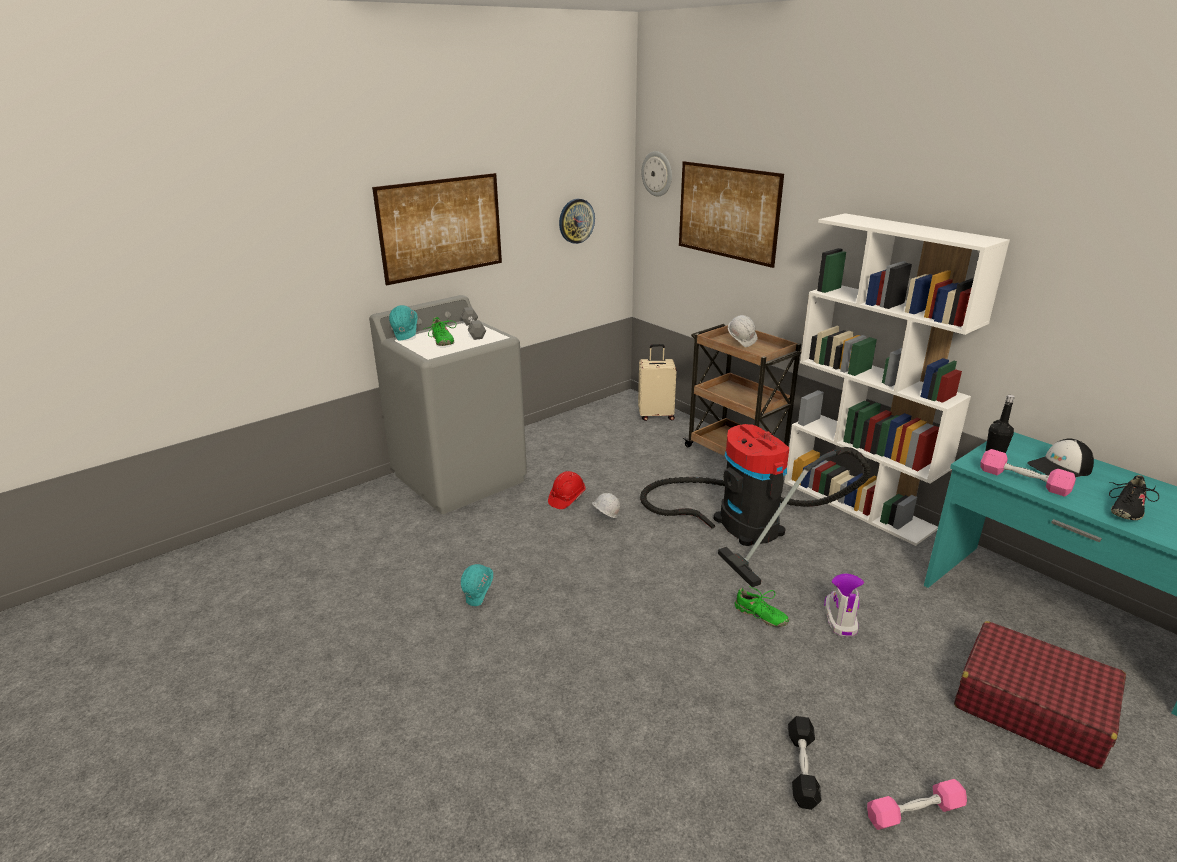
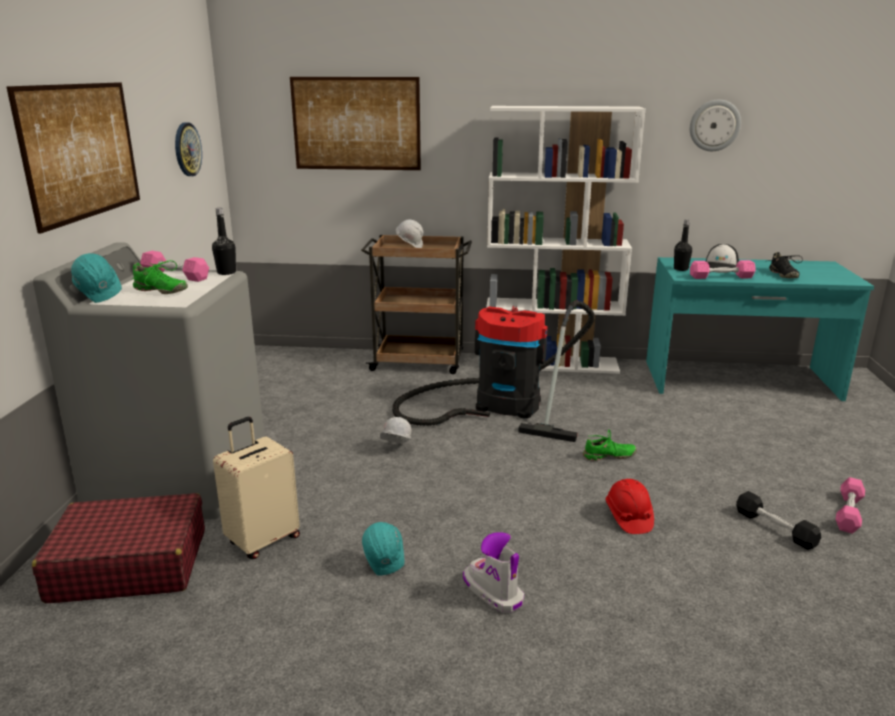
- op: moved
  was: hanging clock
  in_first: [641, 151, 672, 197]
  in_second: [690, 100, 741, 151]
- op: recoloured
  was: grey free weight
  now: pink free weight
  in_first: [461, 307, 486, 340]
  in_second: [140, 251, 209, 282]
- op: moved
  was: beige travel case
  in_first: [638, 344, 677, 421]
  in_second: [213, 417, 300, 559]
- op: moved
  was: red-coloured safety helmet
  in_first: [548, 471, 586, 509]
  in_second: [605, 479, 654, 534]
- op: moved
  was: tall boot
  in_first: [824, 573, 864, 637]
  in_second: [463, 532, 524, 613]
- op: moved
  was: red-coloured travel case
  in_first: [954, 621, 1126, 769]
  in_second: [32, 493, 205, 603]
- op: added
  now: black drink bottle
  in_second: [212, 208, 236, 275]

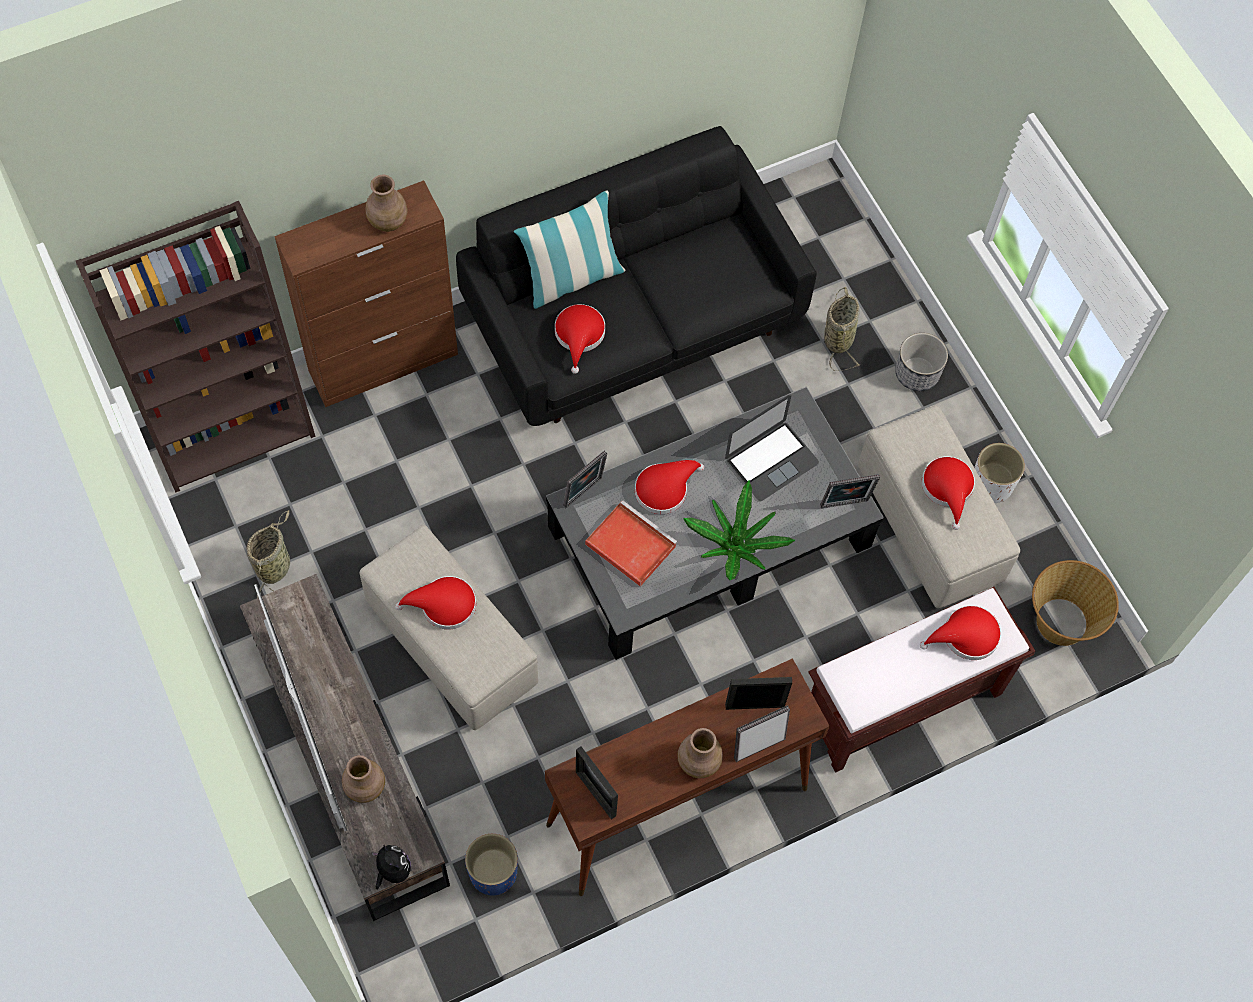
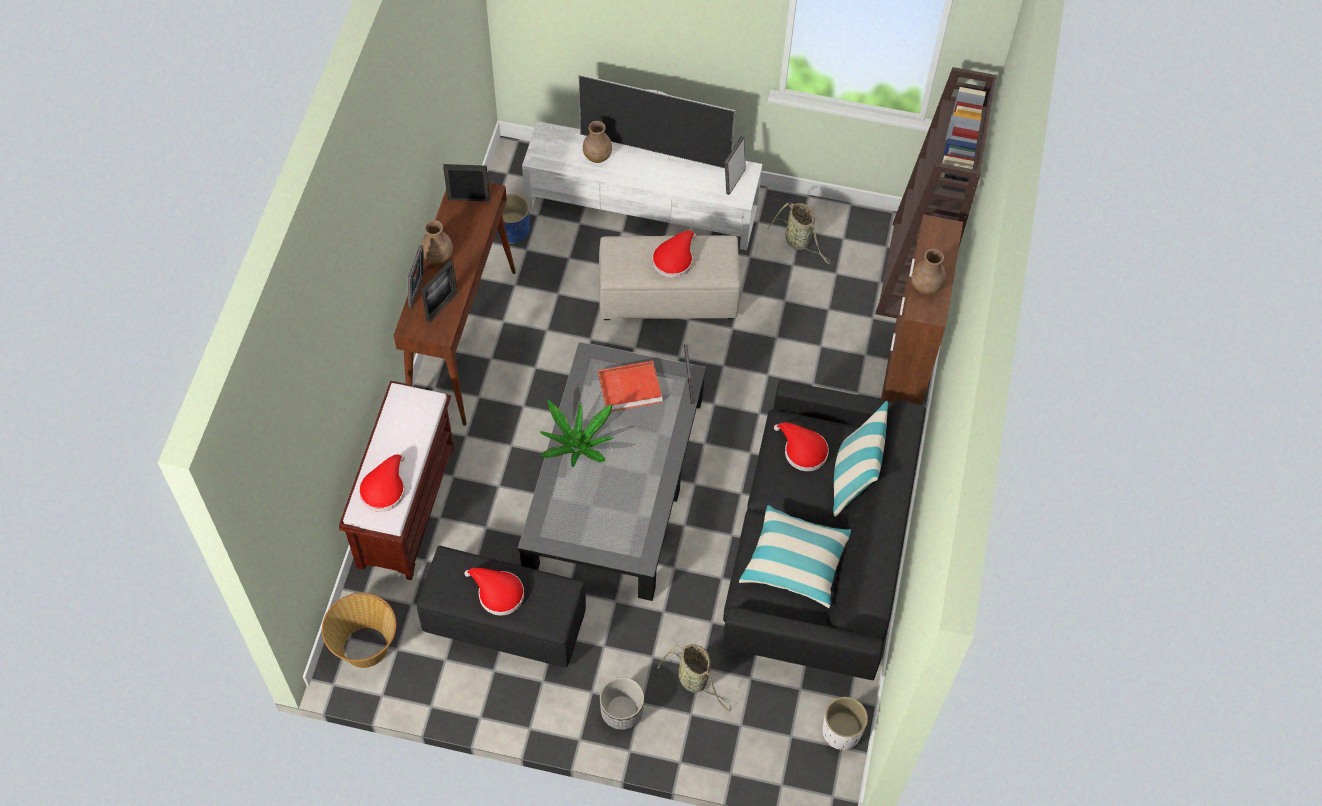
- op: removed
  was: portable computer
  in_first: [725, 395, 819, 501]
- op: recoloured
  was: beige pouffe
  now: black pouffe
  in_first: [858, 406, 1020, 608]
  in_second: [417, 546, 586, 667]
- op: moved
  was: white flower pot
  in_first: [974, 443, 1025, 503]
  in_second: [822, 697, 868, 750]
- op: removed
  was: red-coloured wearable hat
  in_first: [635, 460, 704, 514]
- op: moved
  was: standing frame
  in_first: [820, 474, 880, 508]
  in_second: [725, 136, 746, 195]
- op: recoloured
  was: brownish media console
  now: white media console
  in_first: [240, 574, 450, 921]
  in_second: [522, 121, 762, 250]
- op: removed
  was: plush toy
  in_first: [372, 845, 411, 889]
- op: added
  now: throw pillow
  in_second: [739, 505, 851, 608]

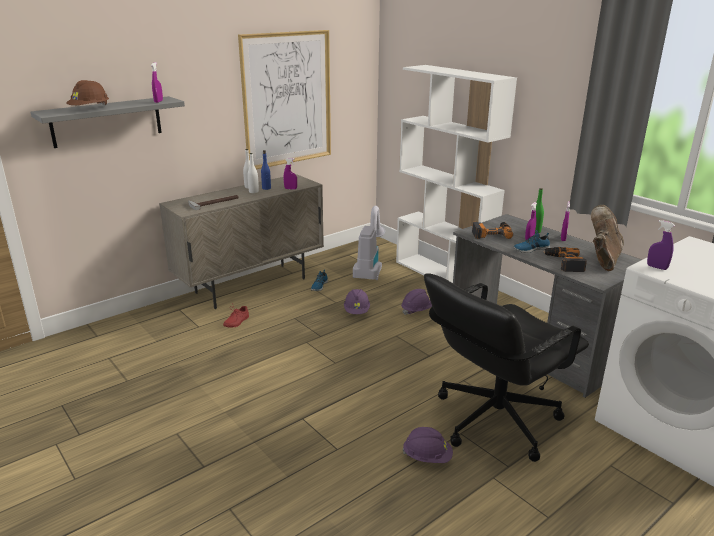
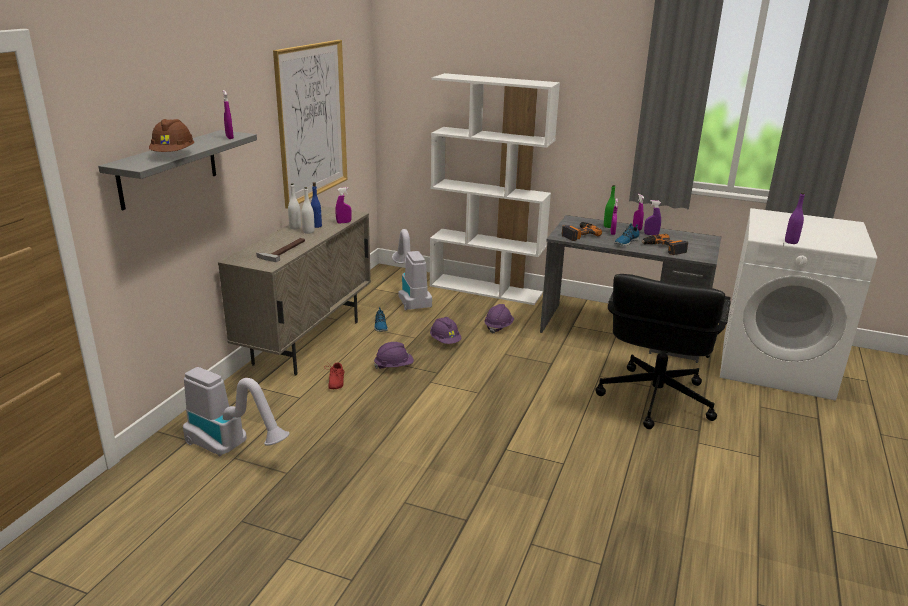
- op: removed
  was: brownish tall boot
  in_first: [591, 205, 624, 271]
- op: moved
  was: purple-coloured spray bottle
  in_first: [647, 220, 675, 270]
  in_second: [644, 200, 661, 235]
- op: moved
  was: purple-coloured safety helmet
  in_first: [402, 427, 453, 463]
  in_second: [374, 342, 414, 369]
- op: added
  now: purple-coloured drink bottle
  in_second: [785, 193, 805, 244]
- op: added
  now: vacuum
  in_second: [183, 367, 290, 456]

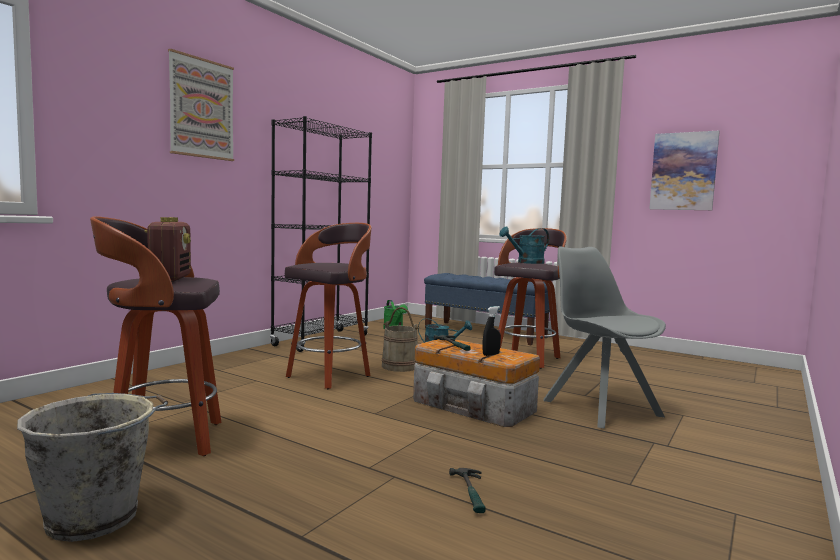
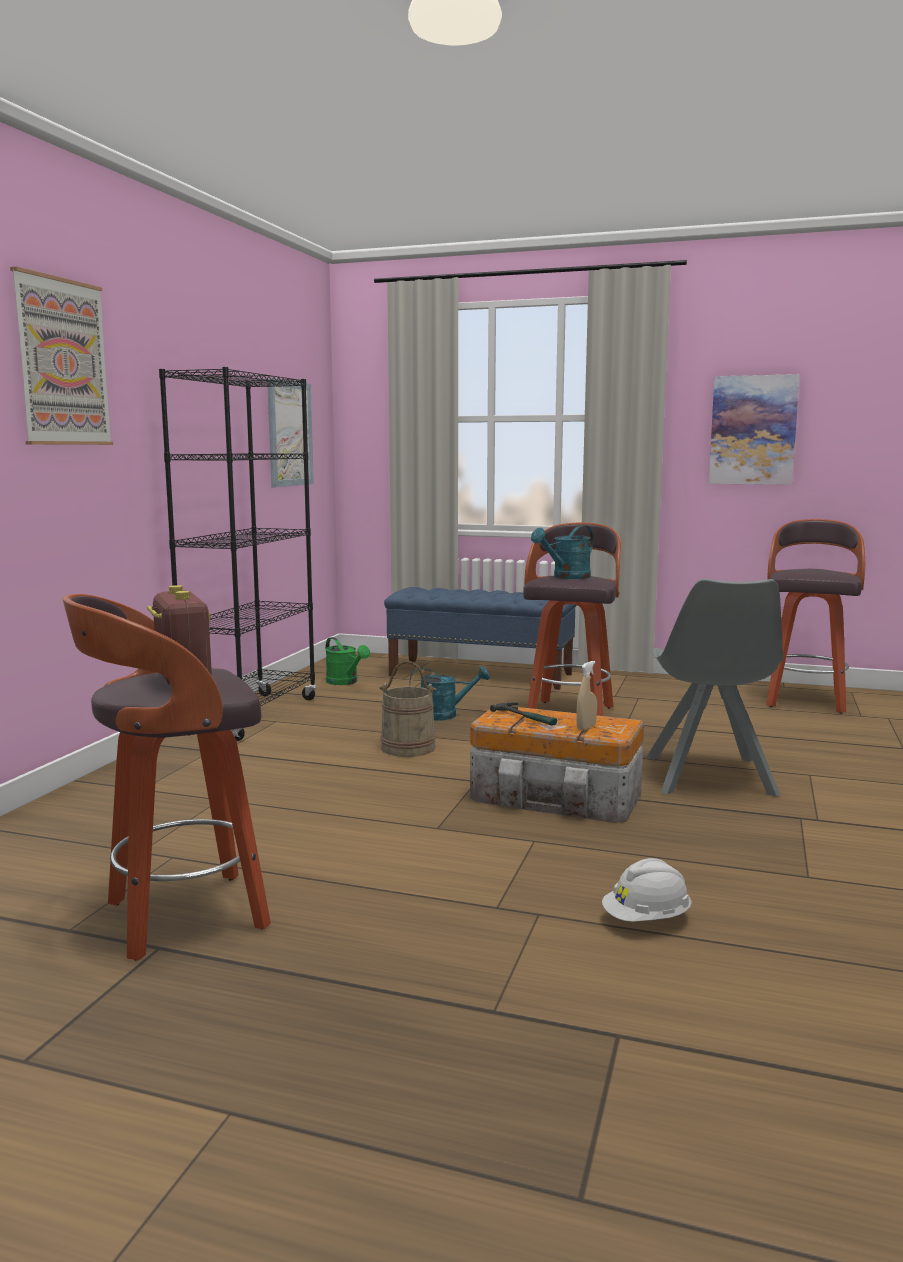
- op: moved
  was: stool seat
  in_first: [285, 223, 371, 390]
  in_second: [766, 519, 865, 714]
- op: turned
  was: grey upright chair
  in_first: [543, 246, 666, 429]
  in_second: [646, 579, 783, 797]
  clockwise: -135
- op: recoloured
  was: black spray bottle
  now: beige spray bottle
  in_first: [483, 306, 501, 356]
  in_second: [576, 661, 597, 730]
- op: removed
  was: grey pail
  in_first: [17, 393, 168, 542]
- op: replaced
  was: tool hammer
  now: white safety helmet
  in_first: [449, 468, 486, 513]
  in_second: [602, 858, 692, 922]
- op: added
  now: picture
  in_second: [267, 378, 314, 487]

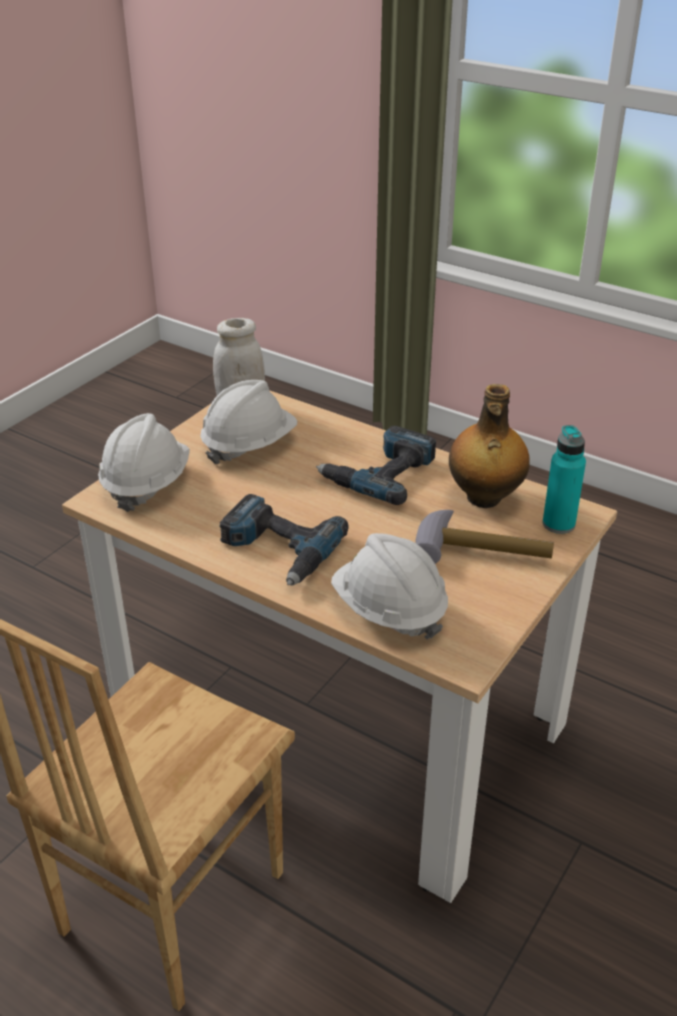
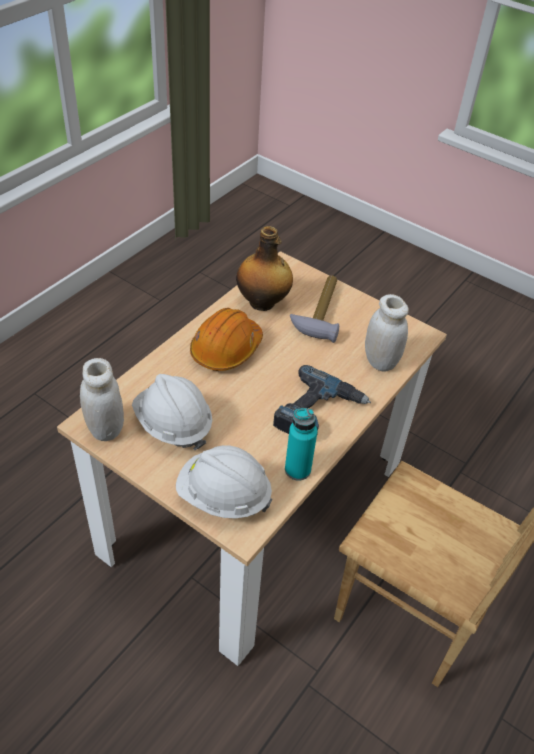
- op: moved
  was: blue-green drink bottle
  in_first: [543, 425, 586, 534]
  in_second: [285, 408, 317, 481]
- op: replaced
  was: electric drill
  now: orange safety helmet
  in_first: [316, 426, 436, 505]
  in_second: [190, 308, 263, 371]
- op: replaced
  was: white safety helmet
  now: white preserve jar
  in_first: [331, 533, 448, 640]
  in_second: [365, 294, 409, 372]

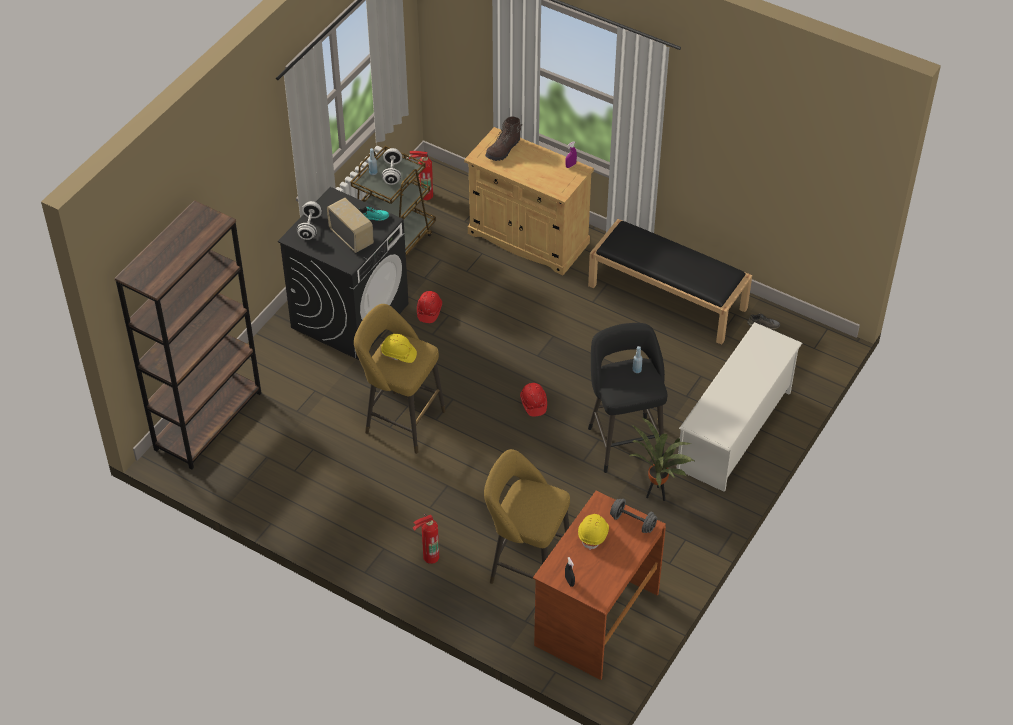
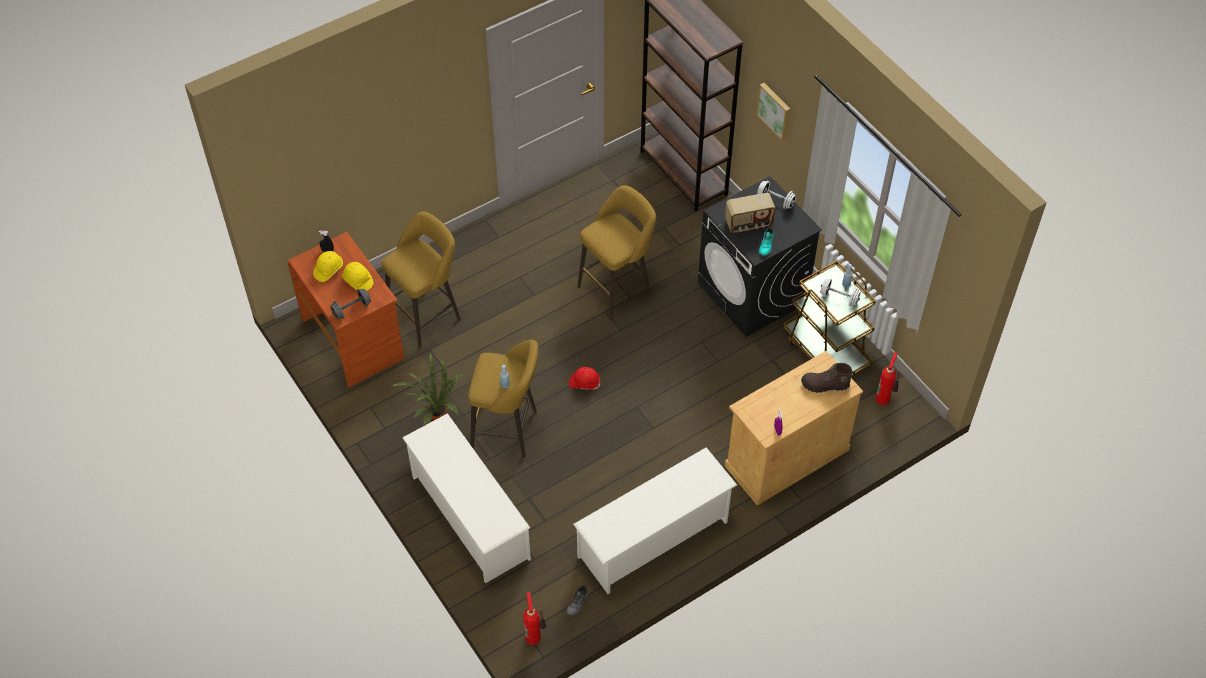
- op: turned
  was: brownish tall boot
  in_first: [485, 117, 522, 161]
  in_second: [801, 363, 852, 393]
  clockwise: -60
- op: replaced
  was: black indoor bench
  now: white shoe stand
  in_first: [588, 219, 752, 345]
  in_second: [573, 447, 737, 594]
- op: removed
  was: red-coloured safety helmet
  in_first: [417, 291, 442, 323]
- op: recoloured
  was: black stool seat
  now: yellowish stool seat
  in_first: [588, 323, 667, 473]
  in_second: [468, 340, 538, 458]
- op: moved
  was: yellowish safety helmet
  in_first: [381, 334, 417, 363]
  in_second: [313, 251, 343, 282]
- op: moved
  was: fire extinguisher
  in_first: [413, 514, 439, 564]
  in_second: [523, 592, 546, 645]
- op: added
  now: picture
  in_second: [756, 83, 790, 141]

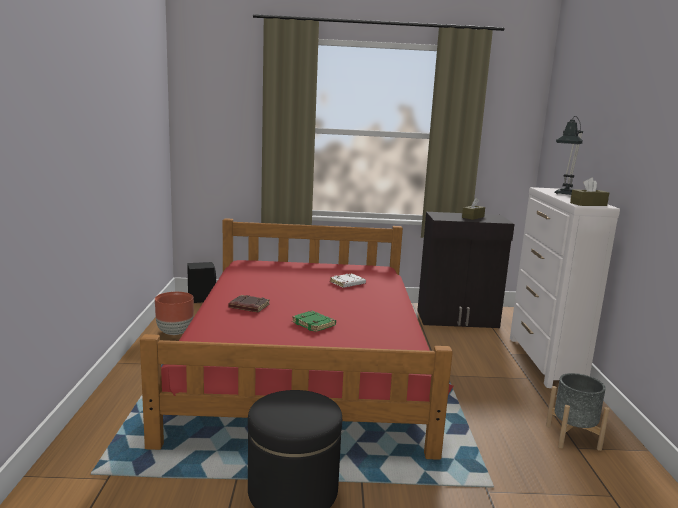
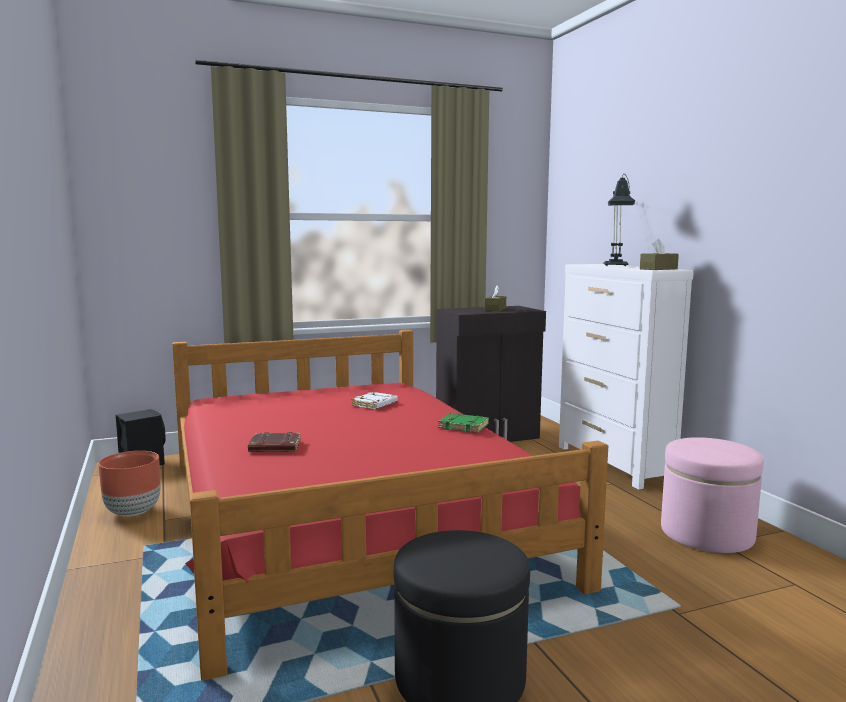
- op: moved
  was: green book
  in_first: [292, 311, 336, 332]
  in_second: [438, 413, 489, 433]
- op: replaced
  was: grey flower pot
  now: pink pouffe
  in_first: [546, 373, 610, 451]
  in_second: [661, 437, 764, 553]

